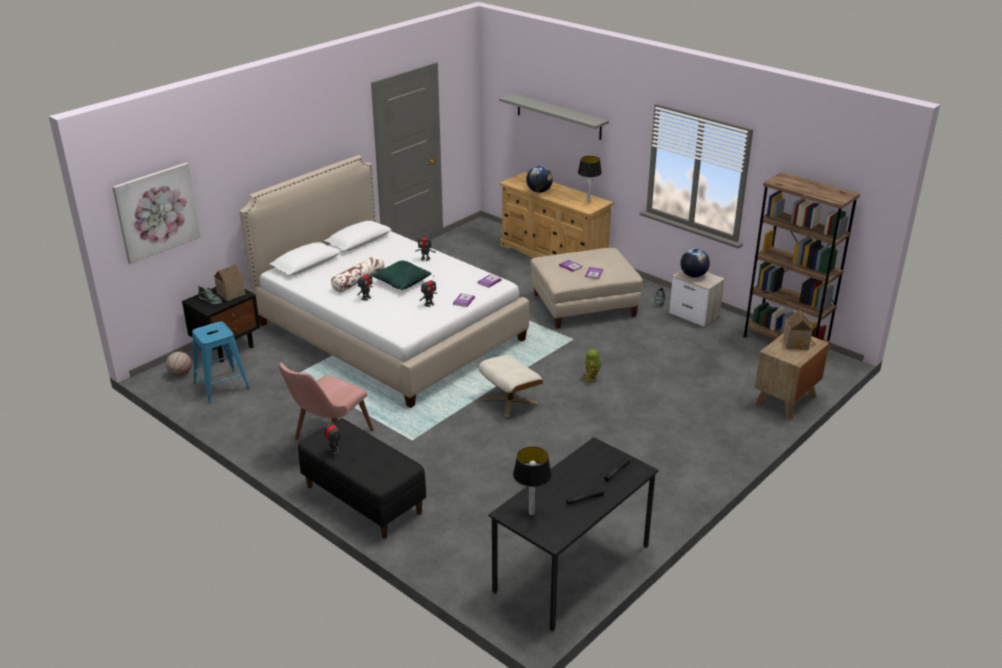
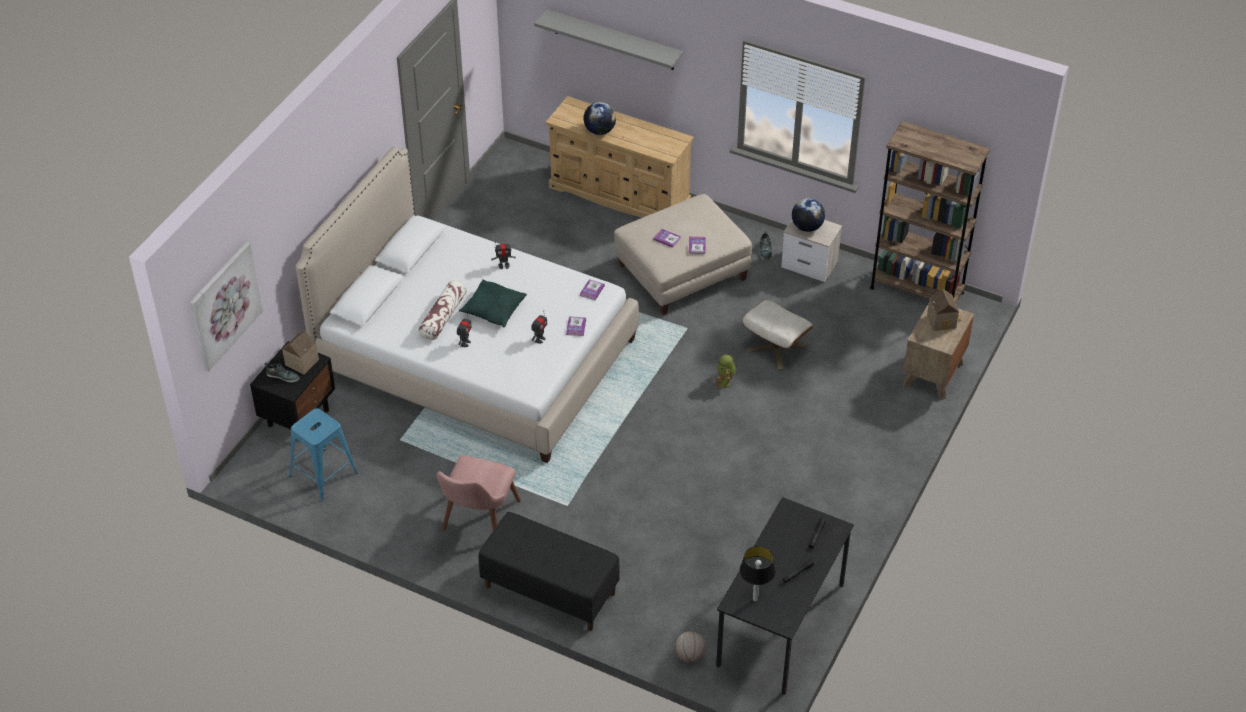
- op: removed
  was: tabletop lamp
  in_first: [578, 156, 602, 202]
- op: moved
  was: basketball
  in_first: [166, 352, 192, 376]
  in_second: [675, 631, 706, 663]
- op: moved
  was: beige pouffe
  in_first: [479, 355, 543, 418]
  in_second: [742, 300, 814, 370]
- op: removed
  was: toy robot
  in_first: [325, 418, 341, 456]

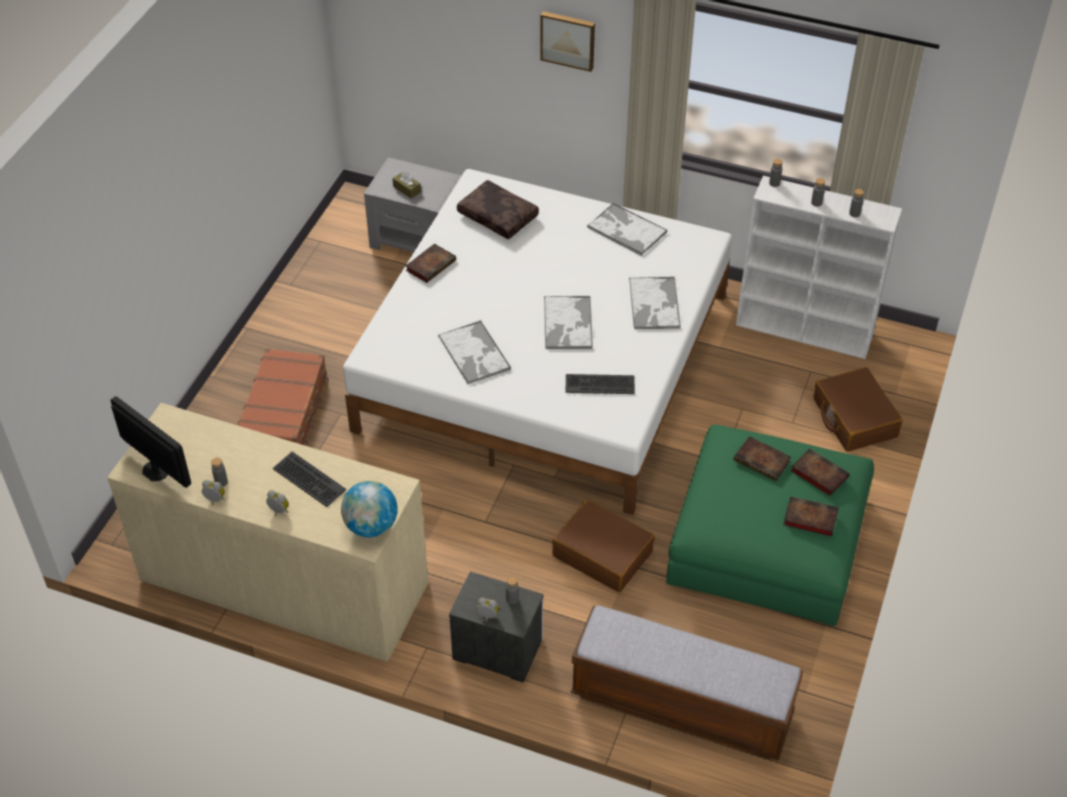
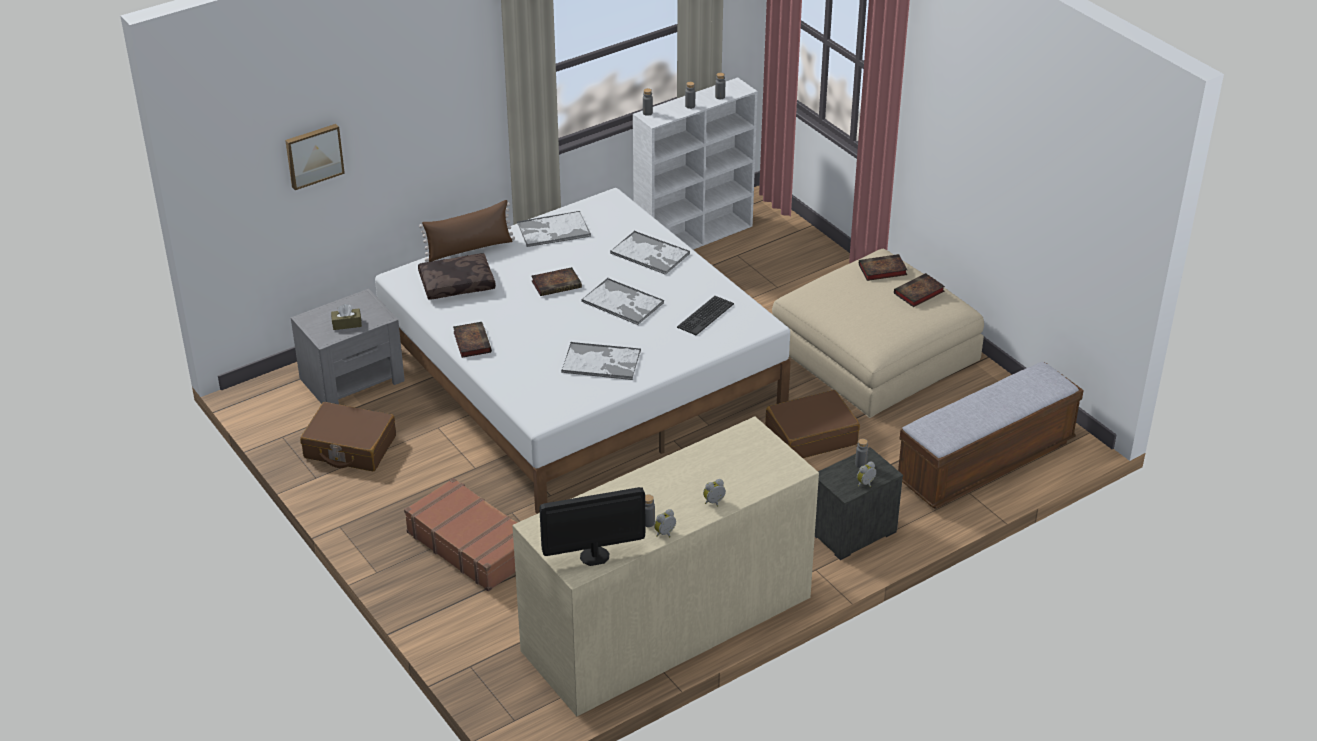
- op: moved
  was: picture
  in_first: [540, 11, 595, 72]
  in_second: [285, 124, 345, 190]
- op: moved
  was: brownish travel case
  in_first: [814, 367, 903, 452]
  in_second: [300, 402, 396, 471]
- op: recoloured
  was: green pouffe
  now: beige pouffe
  in_first: [666, 424, 874, 626]
  in_second: [772, 249, 984, 418]
- op: moved
  was: book
  in_first: [733, 436, 791, 481]
  in_second: [531, 267, 582, 296]
- op: removed
  was: PC keyboard
  in_first: [273, 451, 346, 507]
- op: removed
  was: world globe
  in_first: [341, 481, 398, 537]
- op: added
  now: brownish throw pillow
  in_second: [419, 200, 515, 262]

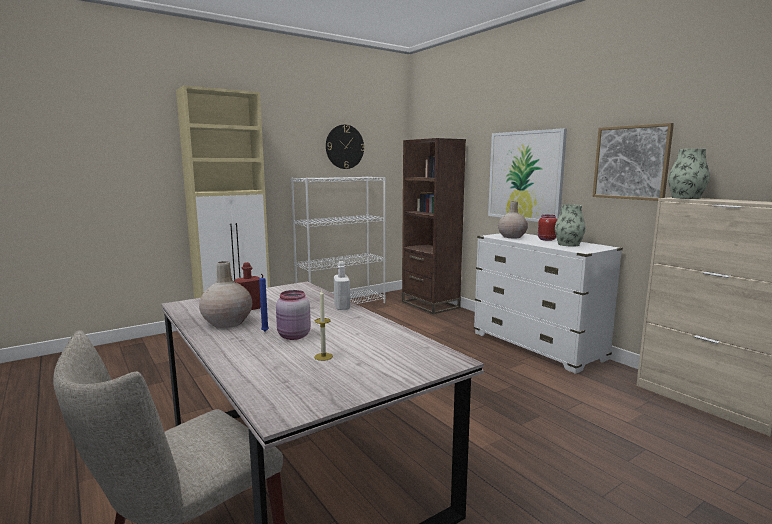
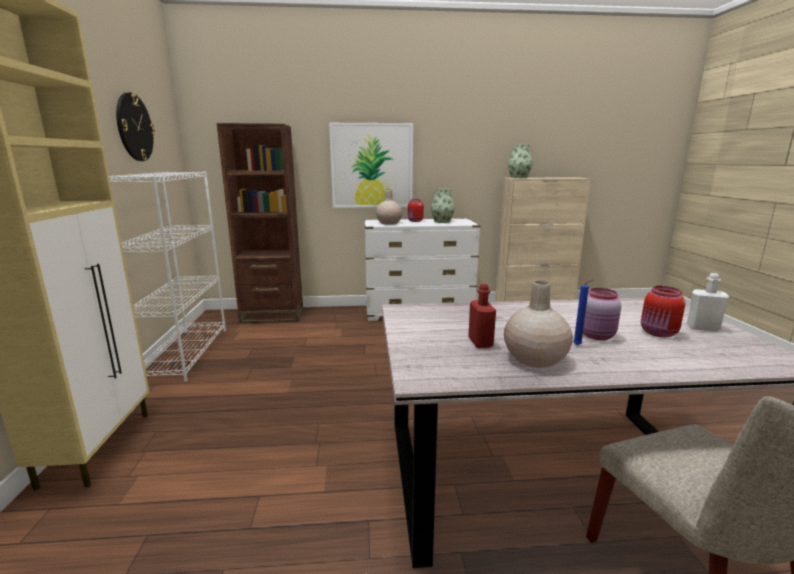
- op: removed
  was: picture
  in_first: [593, 123, 674, 201]
- op: moved
  was: white drink bottle
  in_first: [334, 261, 350, 310]
  in_second: [687, 273, 729, 331]
- op: replaced
  was: candle
  now: red-coloured preserve jar
  in_first: [314, 290, 333, 361]
  in_second: [641, 286, 685, 337]

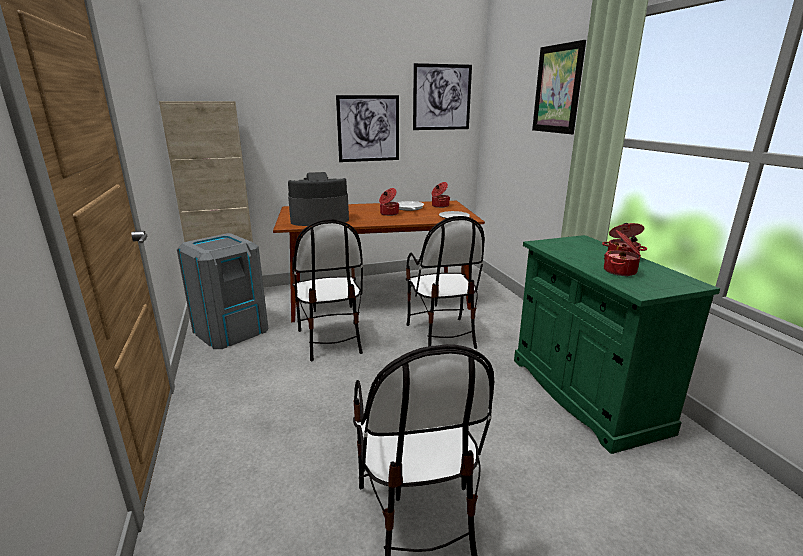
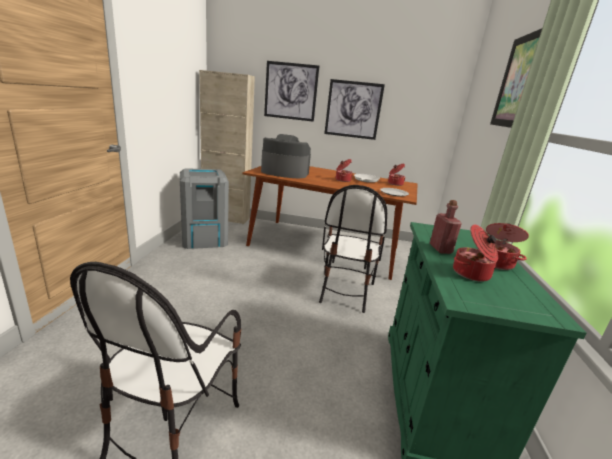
- op: moved
  was: picture
  in_first: [413, 63, 472, 130]
  in_second: [264, 61, 319, 122]
- op: removed
  was: upright chair
  in_first: [292, 219, 363, 361]
- op: added
  now: red-coloured drink bottle
  in_second: [430, 200, 462, 254]

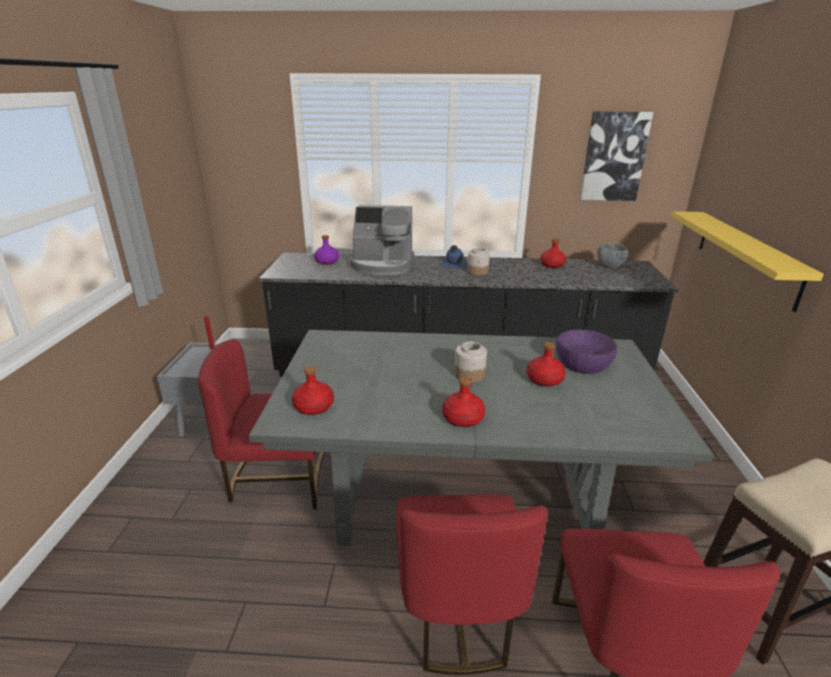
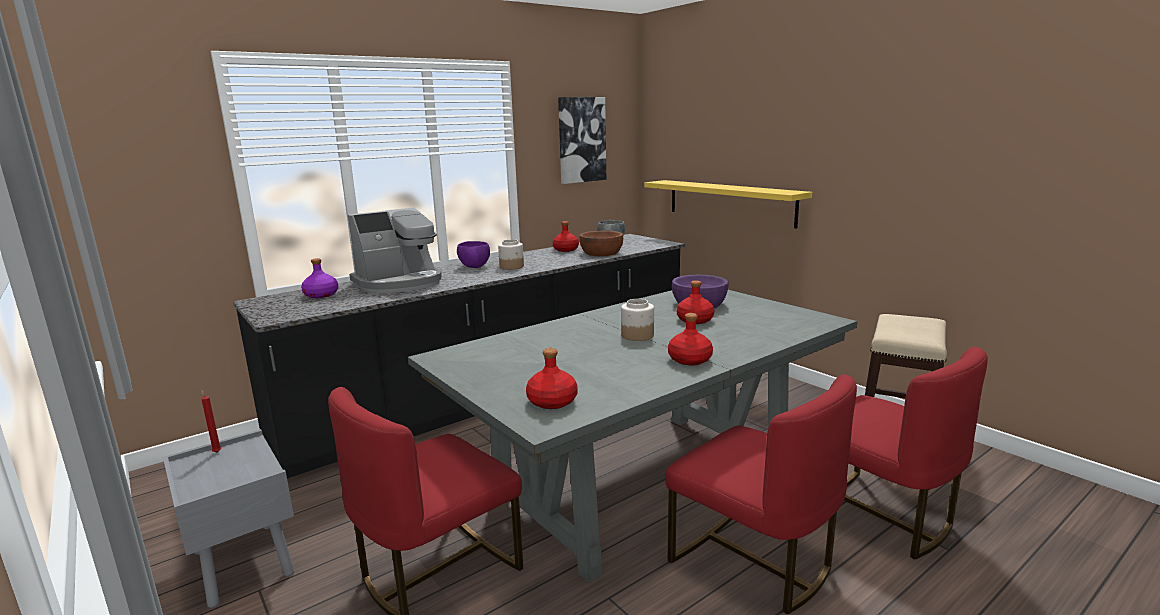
- op: replaced
  was: bluish drink bottle
  now: purple-coloured bowl
  in_first: [439, 245, 468, 269]
  in_second: [457, 241, 490, 268]
- op: added
  now: brownish bowl
  in_second: [579, 231, 623, 256]

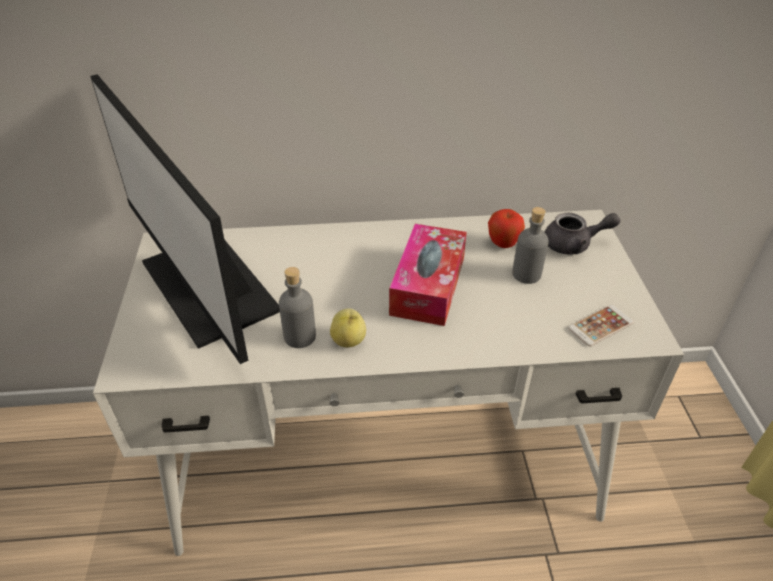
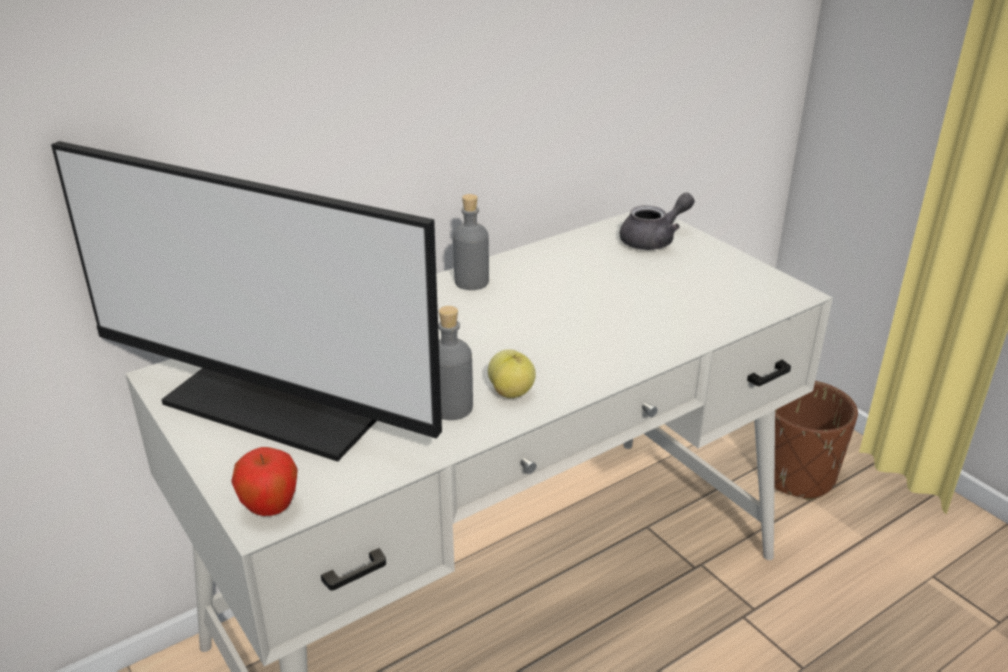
- op: moved
  was: grey drink bottle
  in_first: [512, 207, 549, 284]
  in_second: [453, 194, 489, 290]
- op: moved
  was: apple
  in_first: [488, 209, 525, 248]
  in_second: [231, 447, 298, 516]
- op: removed
  was: box of tissues
  in_first: [389, 224, 467, 326]
- op: removed
  was: phone
  in_first: [568, 305, 634, 346]
- op: added
  now: brownish flower pot
  in_second: [774, 381, 858, 500]

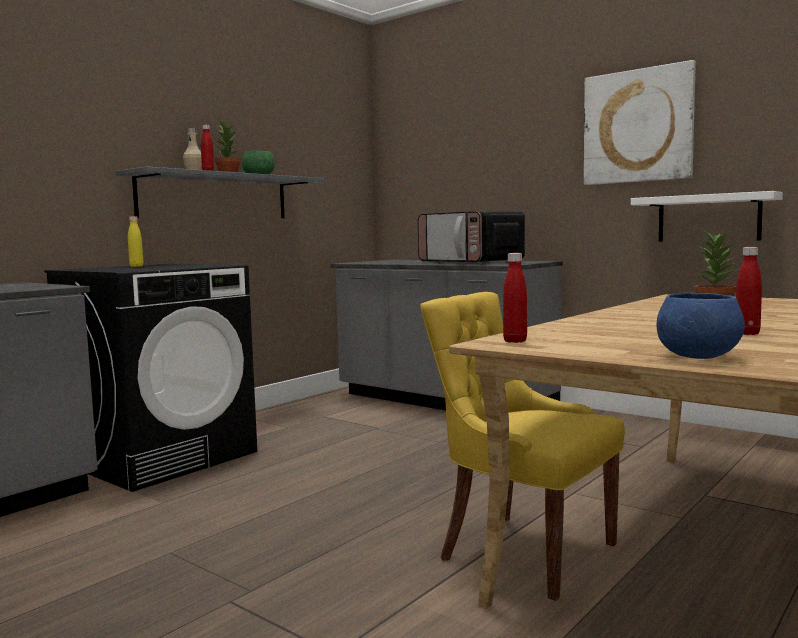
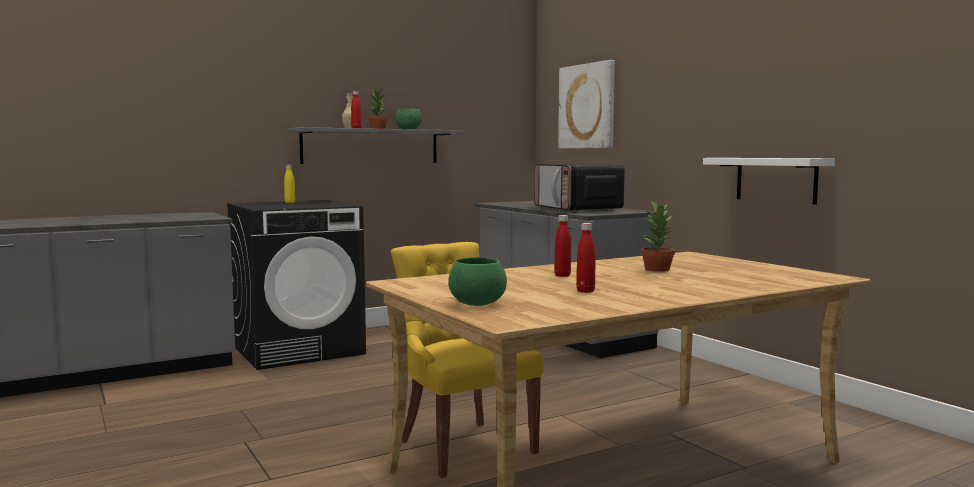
- op: moved
  was: picture
  in_first: [584, 60, 696, 185]
  in_second: [558, 60, 615, 149]
- op: moved
  was: red-coloured drink bottle
  in_first: [503, 253, 527, 343]
  in_second: [554, 215, 571, 277]
- op: recoloured
  was: bluish bowl
  now: green bowl
  in_first: [656, 293, 745, 359]
  in_second: [448, 257, 507, 306]

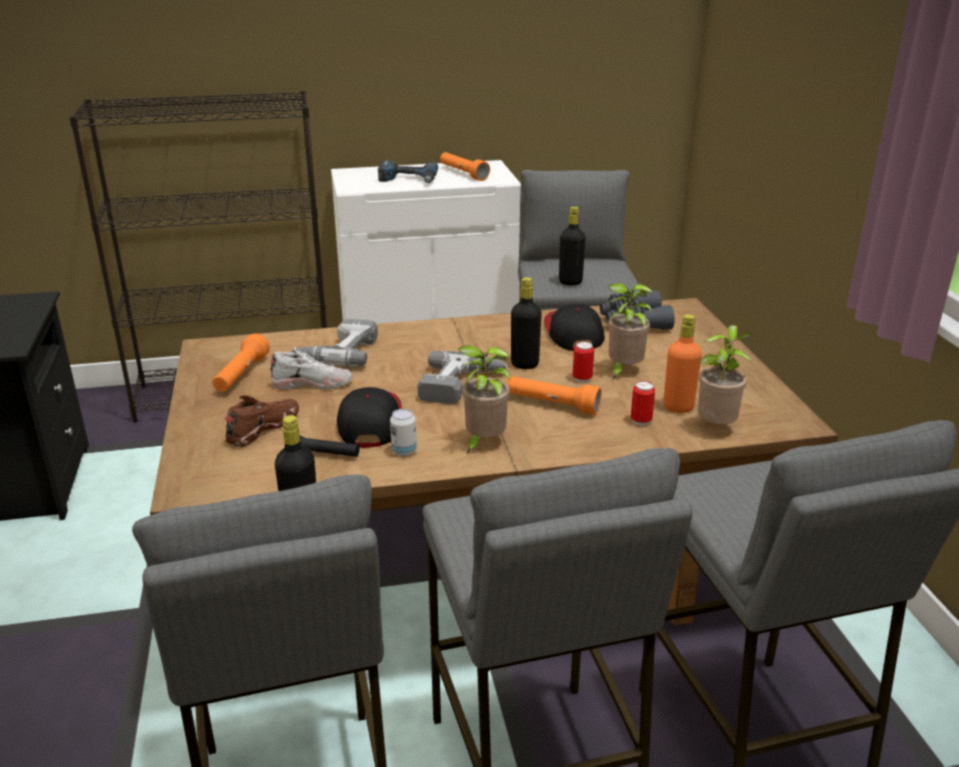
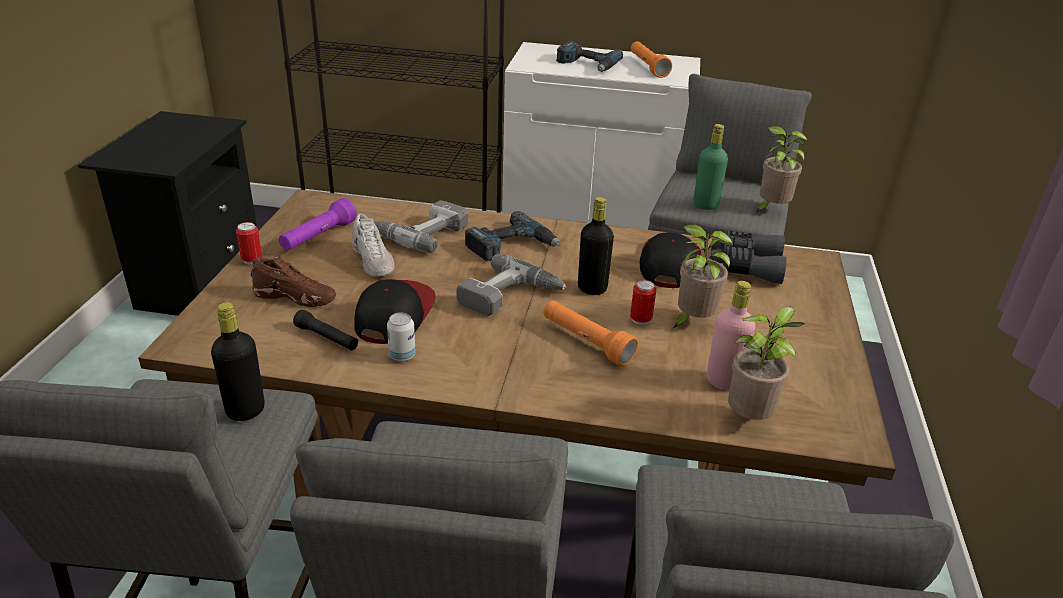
- op: recoloured
  was: black drink bottle
  now: green drink bottle
  in_first: [559, 207, 586, 285]
  in_second: [693, 124, 728, 210]
- op: recoloured
  was: orange drink bottle
  now: pink drink bottle
  in_first: [663, 314, 702, 413]
  in_second: [707, 281, 755, 390]
- op: recoloured
  was: orange hand torch
  now: purple-coloured hand torch
  in_first: [212, 334, 270, 392]
  in_second: [279, 198, 357, 250]
- op: moved
  was: houseplant
  in_first: [458, 345, 510, 454]
  in_second: [756, 126, 807, 213]
- op: turned
  was: white item of footwear
  in_first: [270, 347, 352, 389]
  in_second: [352, 214, 395, 277]
  clockwise: 45
- op: moved
  was: can
  in_first: [631, 381, 655, 426]
  in_second: [236, 222, 262, 265]
- op: turned
  was: brownish item of footwear
  in_first: [225, 395, 299, 447]
  in_second: [251, 255, 336, 307]
  clockwise: 45
- op: added
  now: electric drill
  in_second: [465, 211, 560, 261]

